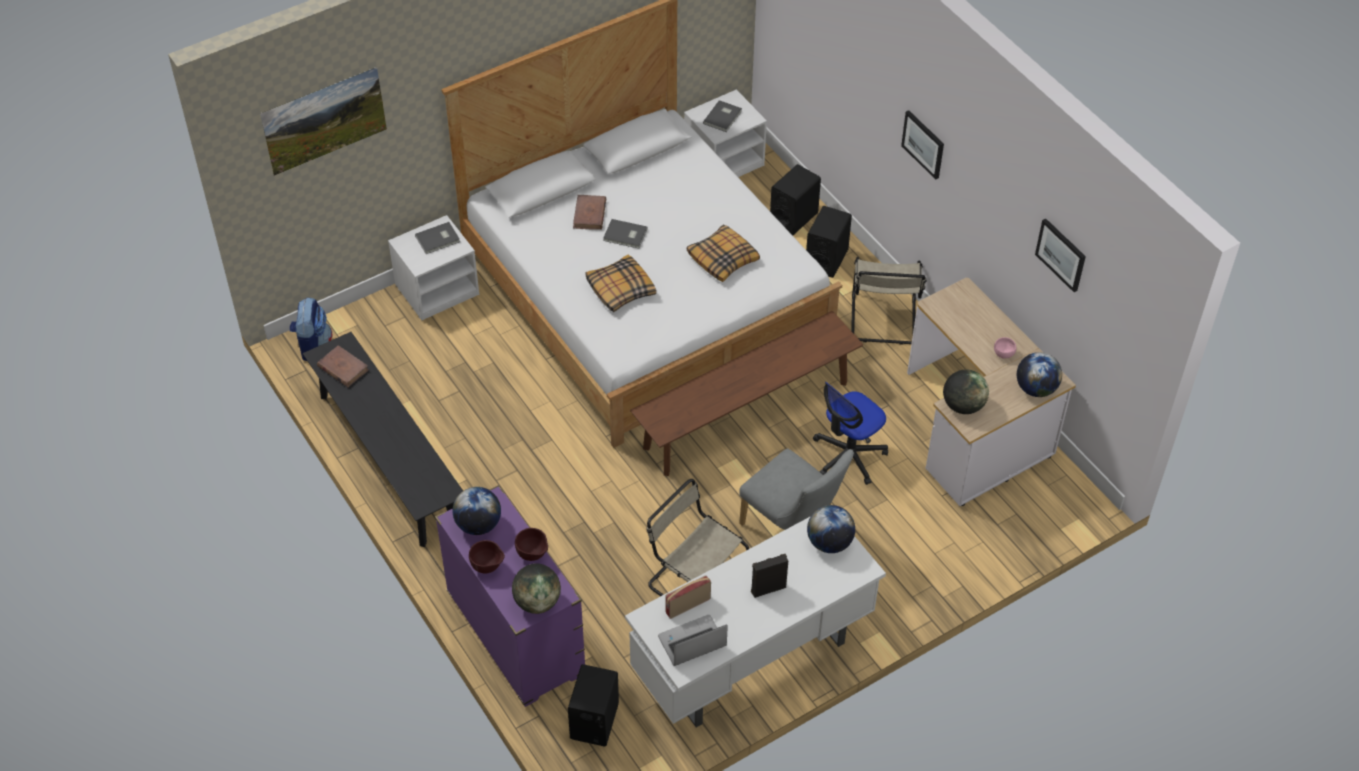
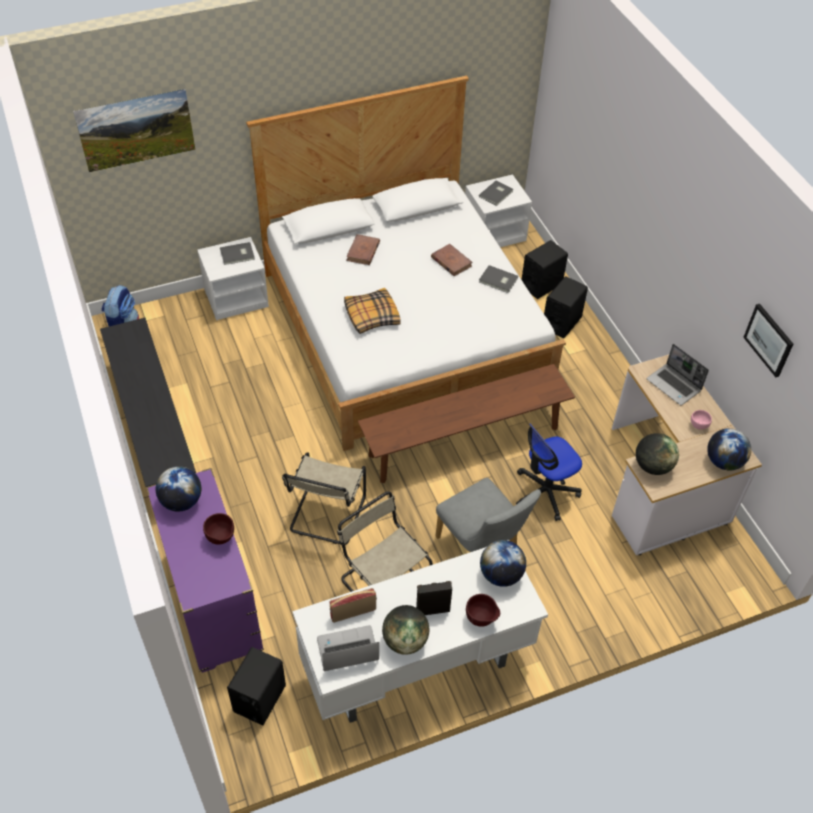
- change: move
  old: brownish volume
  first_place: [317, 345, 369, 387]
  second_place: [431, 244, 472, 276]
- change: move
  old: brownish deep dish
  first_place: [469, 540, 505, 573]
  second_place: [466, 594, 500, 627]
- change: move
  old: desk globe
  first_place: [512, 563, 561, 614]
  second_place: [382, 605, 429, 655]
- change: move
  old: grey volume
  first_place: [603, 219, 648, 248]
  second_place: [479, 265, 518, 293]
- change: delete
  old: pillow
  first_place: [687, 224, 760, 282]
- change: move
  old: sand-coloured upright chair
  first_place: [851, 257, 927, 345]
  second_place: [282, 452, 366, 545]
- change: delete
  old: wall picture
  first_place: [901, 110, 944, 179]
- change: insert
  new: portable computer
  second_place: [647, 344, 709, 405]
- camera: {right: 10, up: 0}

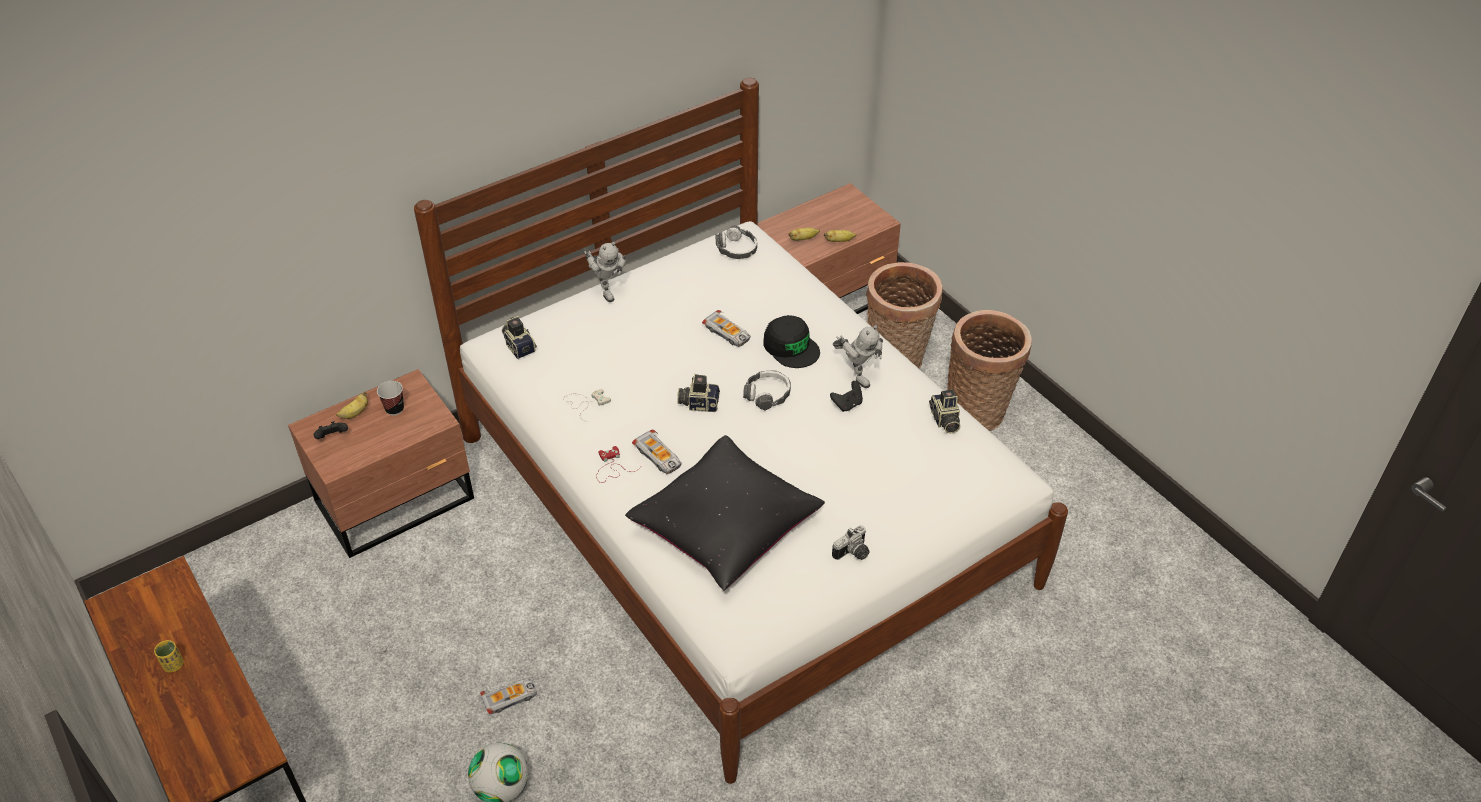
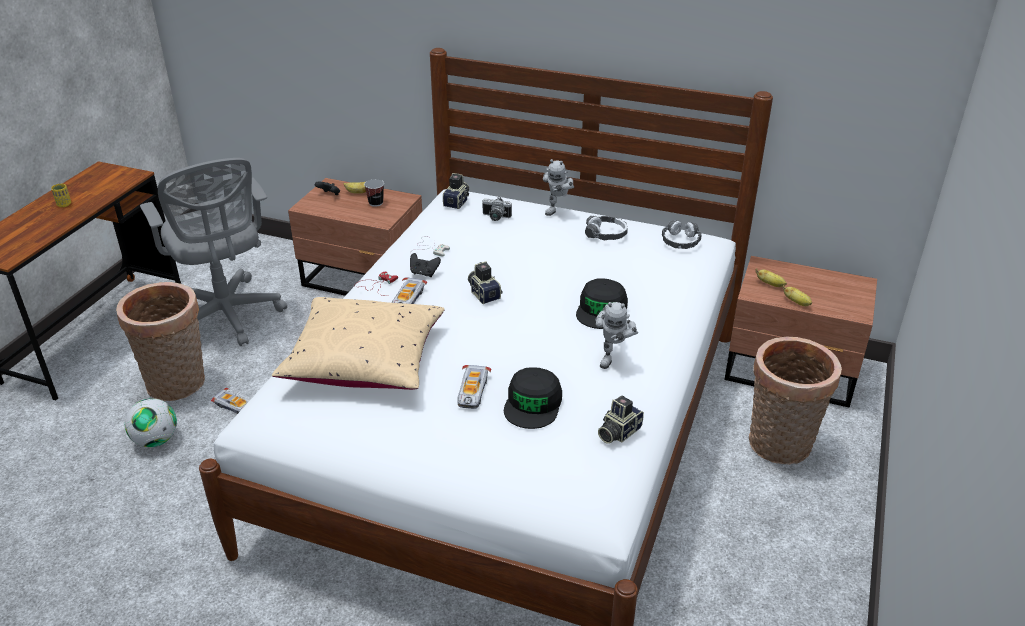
- change: recolor
  old: blackish pillow
  new: sand-coloured pillow
  first_place: [625, 435, 825, 591]
  second_place: [272, 297, 445, 390]
- change: move
  old: toy car
  first_place: [702, 310, 750, 347]
  second_place: [457, 365, 491, 409]
- change: move
  old: headset
  first_place: [743, 370, 791, 411]
  second_place: [585, 216, 628, 240]
- change: move
  old: blackish joypad
  first_place: [830, 381, 863, 412]
  second_place: [410, 253, 441, 277]
- change: move
  old: photo camera
  first_place: [832, 525, 870, 560]
  second_place: [483, 196, 512, 221]
- change: move
  old: storage basket
  first_place: [947, 310, 1032, 431]
  second_place: [116, 282, 205, 401]
- change: insert
  new: grey office chair
  second_place: [140, 158, 287, 346]
- change: insert
  new: blackish cap
  second_place: [504, 367, 562, 429]
- camera: {right: 55, up: -10}

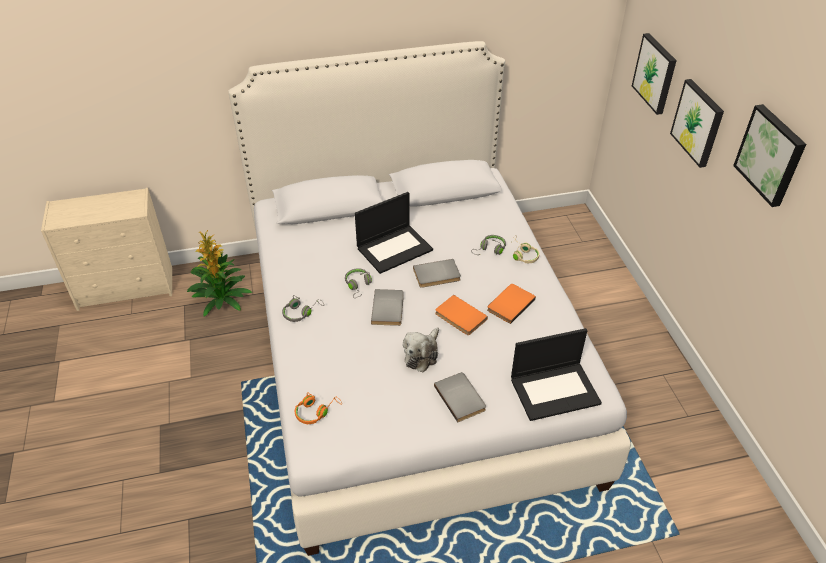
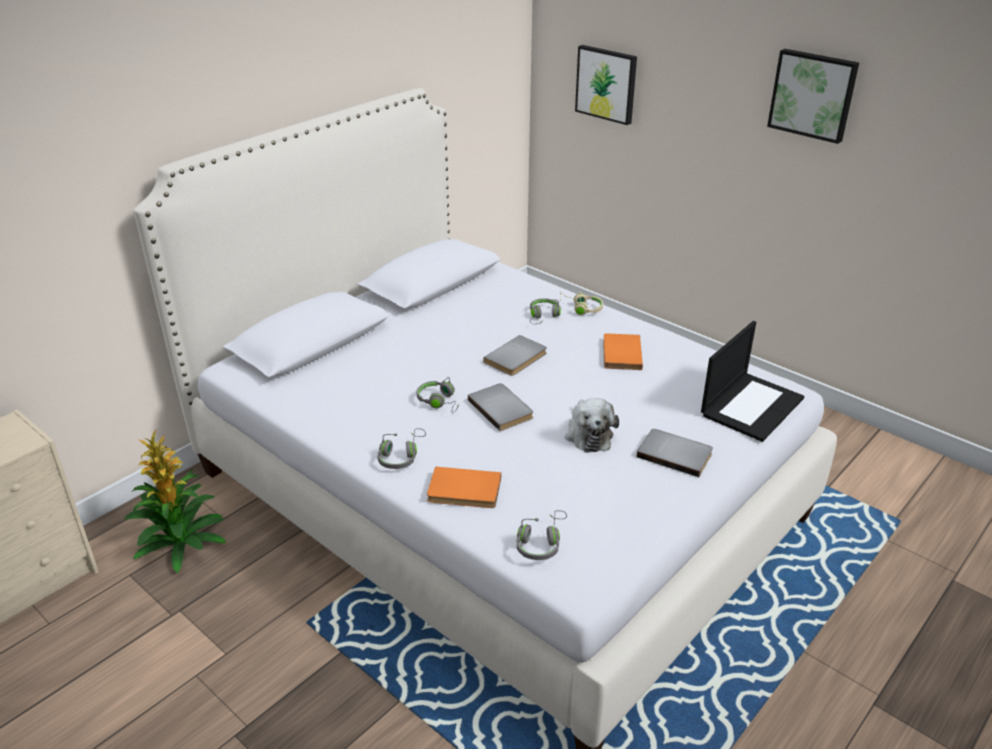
- change: recolor
  old: orangey headset
  new: grey headset
  first_place: [295, 392, 342, 424]
  second_place: [516, 510, 567, 560]
- change: delete
  old: portable computer
  first_place: [355, 192, 433, 274]
- change: move
  old: orangey volume
  first_place: [435, 295, 488, 335]
  second_place: [427, 467, 501, 508]
- change: delete
  old: wall picture
  first_place: [670, 79, 724, 168]
- camera: {right: -35, up: -10}

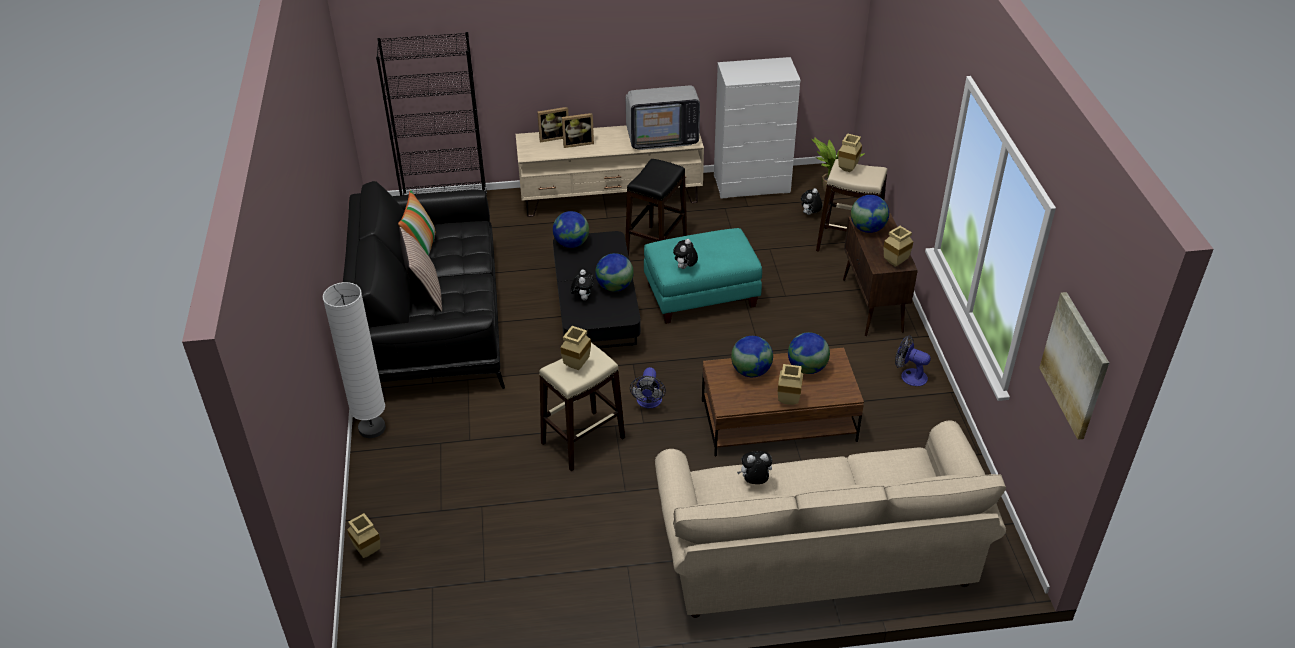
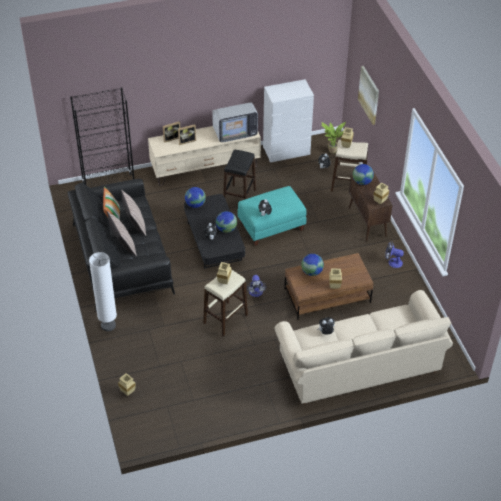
- change: delete
  old: desk globe
  first_place: [788, 332, 830, 374]
- change: move
  old: wall picture
  first_place: [1039, 292, 1109, 440]
  second_place: [358, 66, 379, 125]
- change: insert
  new: pillow
  second_place: [121, 190, 146, 236]
- camera: {right: -10, up: 5}

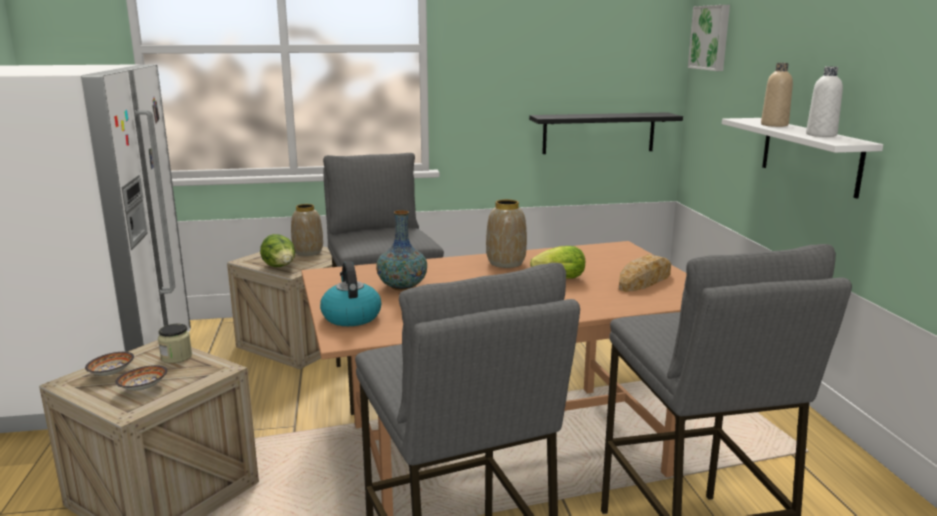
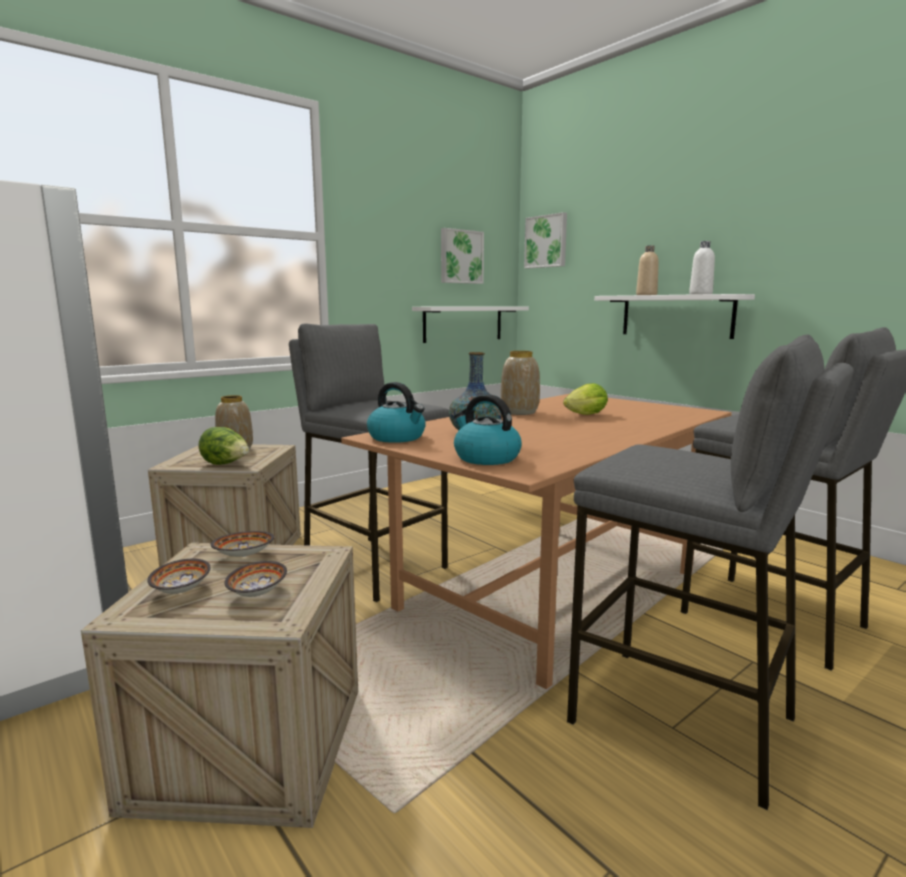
- change: replace
  old: preserve jar
  new: deep dish
  first_place: [158, 324, 192, 363]
  second_place: [210, 531, 274, 557]
- change: recolor
  old: blackish bracket shelf
  new: whitish bracket shelf
  first_place: [529, 112, 683, 154]
  second_place: [412, 306, 529, 343]
- change: delete
  old: bakery bread
  first_place: [619, 254, 671, 292]
- change: insert
  new: water kettle
  second_place: [367, 382, 426, 443]
- change: insert
  new: wall picture
  second_place: [441, 228, 484, 284]
- camera: {right: -30, up: -5}

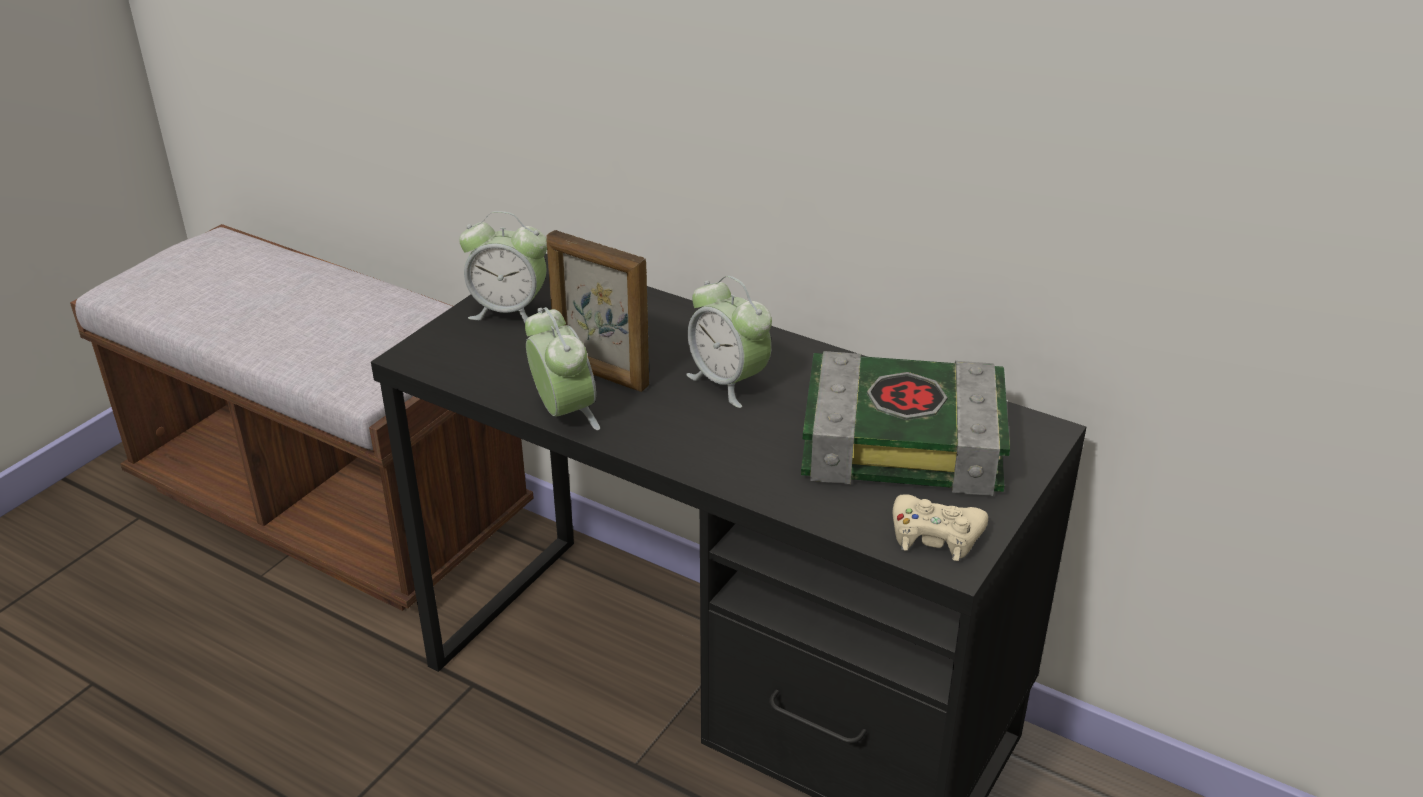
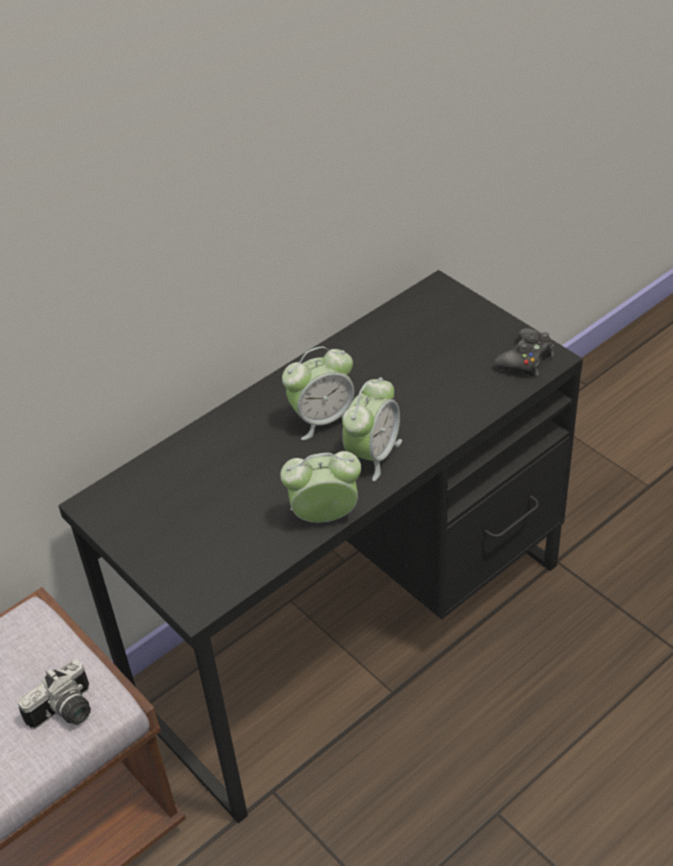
- change: move
  old: table clock
  first_place: [459, 211, 547, 323]
  second_place: [342, 377, 402, 481]
- change: delete
  old: standing frame
  first_place: [546, 230, 649, 392]
- change: delete
  old: volume
  first_place: [801, 351, 1010, 496]
- change: recolor
  old: sand-coloured joypad
  new: blackish joypad
  first_place: [893, 494, 988, 561]
  second_place: [494, 328, 554, 376]
- change: insert
  new: photo camera
  second_place: [18, 660, 91, 729]
- camera: {right: -70, up: 10}

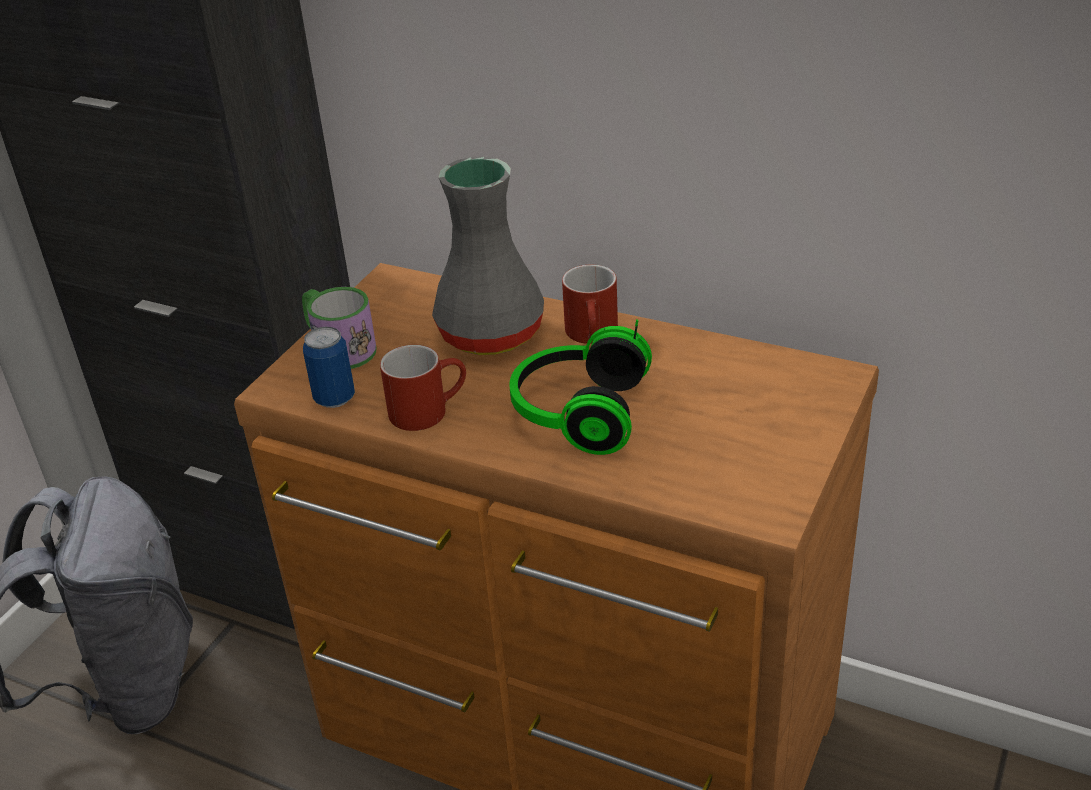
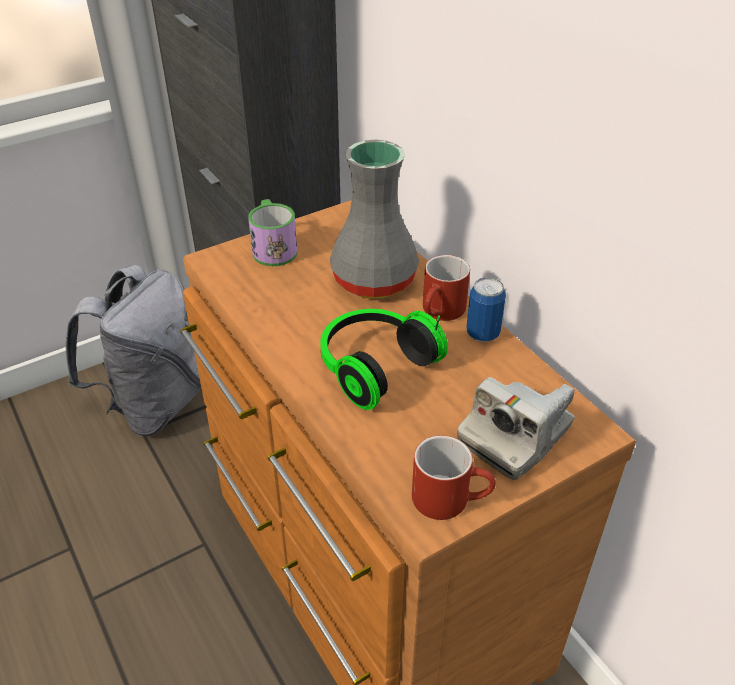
- change: move
  old: metal can
  first_place: [303, 327, 355, 408]
  second_place: [466, 277, 506, 342]
- change: move
  old: red mug
  first_place: [380, 345, 466, 431]
  second_place: [412, 435, 496, 520]
- change: insert
  new: photo camera
  second_place: [457, 377, 575, 480]
- camera: {right: 30, up: 5}

